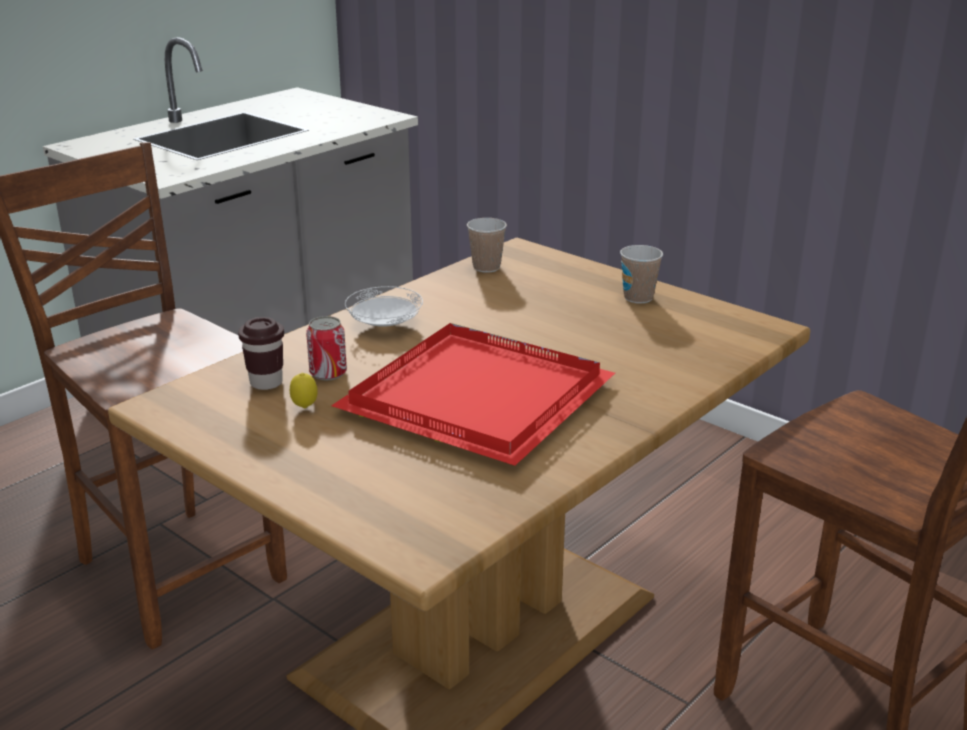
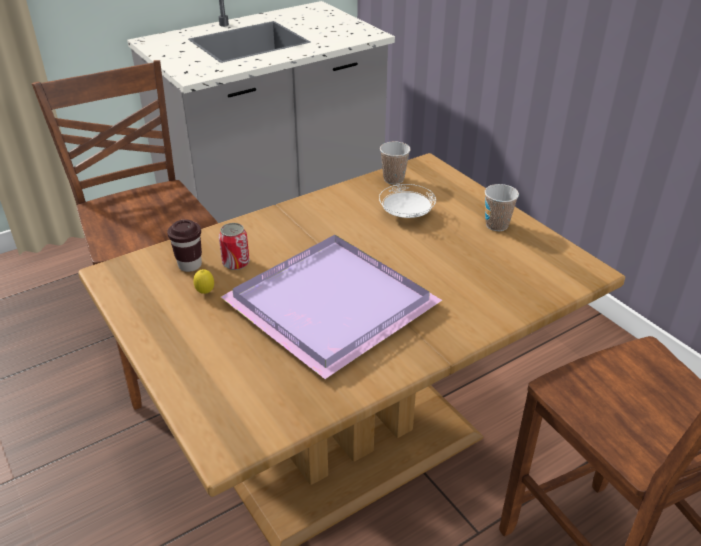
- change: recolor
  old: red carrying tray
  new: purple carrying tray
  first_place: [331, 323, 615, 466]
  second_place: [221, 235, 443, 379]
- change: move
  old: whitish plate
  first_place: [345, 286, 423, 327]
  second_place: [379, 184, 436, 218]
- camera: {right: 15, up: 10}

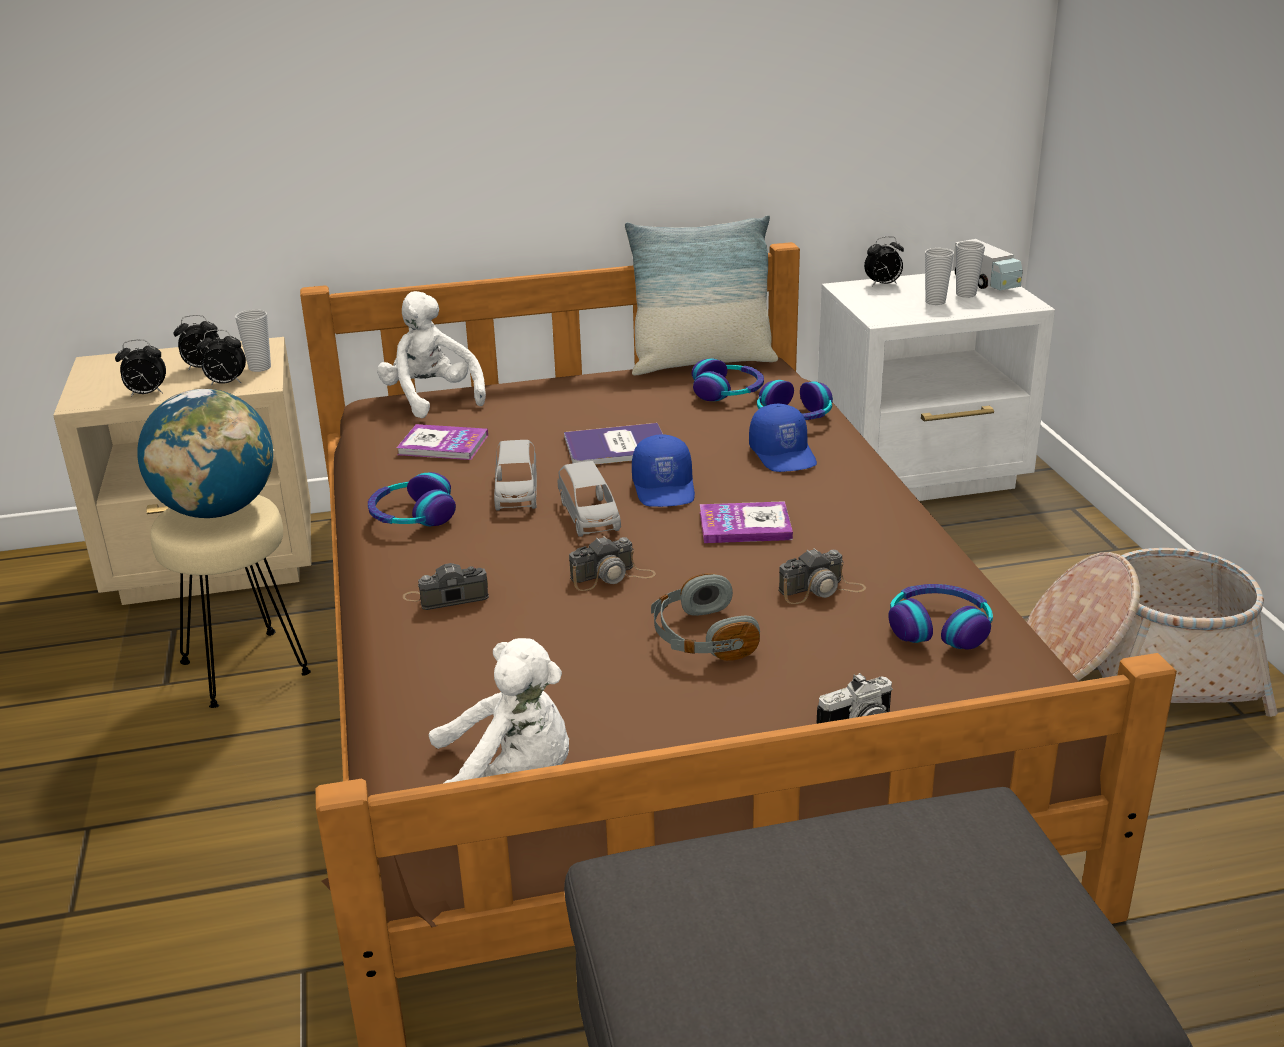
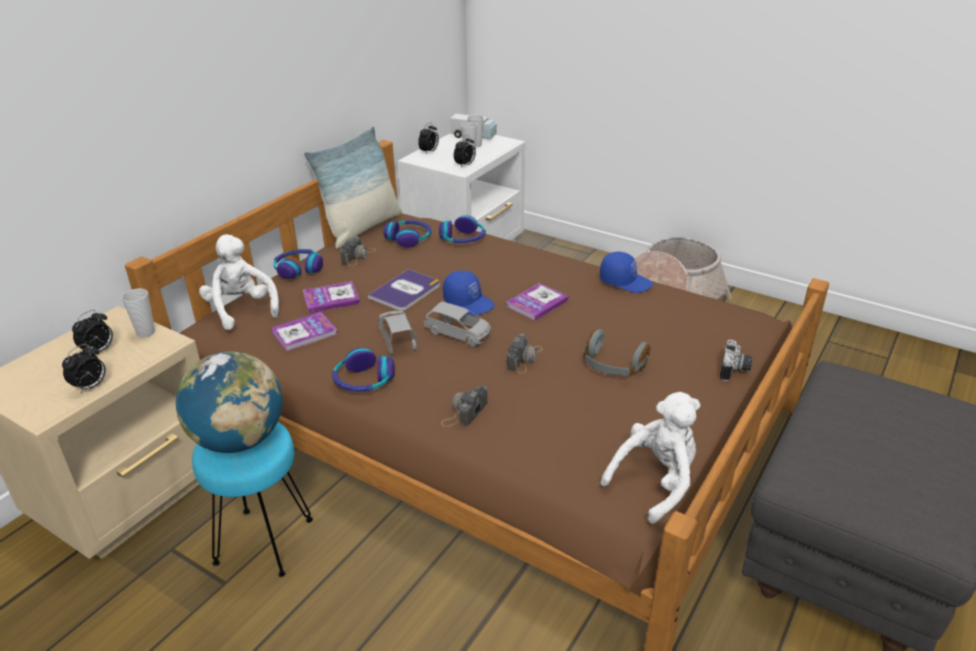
- change: recolor
  old: sand-coloured stool seat
  new: blue-green stool seat
  first_place: [150, 495, 311, 708]
  second_place: [192, 422, 313, 577]
- change: move
  old: table clock
  first_place: [196, 330, 246, 386]
  second_place: [454, 135, 476, 168]
- change: rotate
  old: whitish plush toy
  first_place: [377, 291, 486, 418]
  second_place: [199, 234, 279, 330]
  degrees: 45
- change: rotate
  old: grey toy car
  first_place: [494, 440, 537, 511]
  second_place: [378, 311, 418, 355]
  degrees: -150
- change: move
  old: blue-coloured cap
  first_place: [749, 404, 817, 472]
  second_place: [600, 252, 653, 293]
- change: move
  old: photo camera
  first_place: [779, 548, 866, 604]
  second_place: [340, 236, 376, 266]
- change: move
  old: headset
  first_place: [888, 584, 993, 650]
  second_place: [273, 249, 323, 279]
- change: insert
  new: volume
  second_place: [303, 281, 360, 313]
- camera: {right: -45, up: 5}

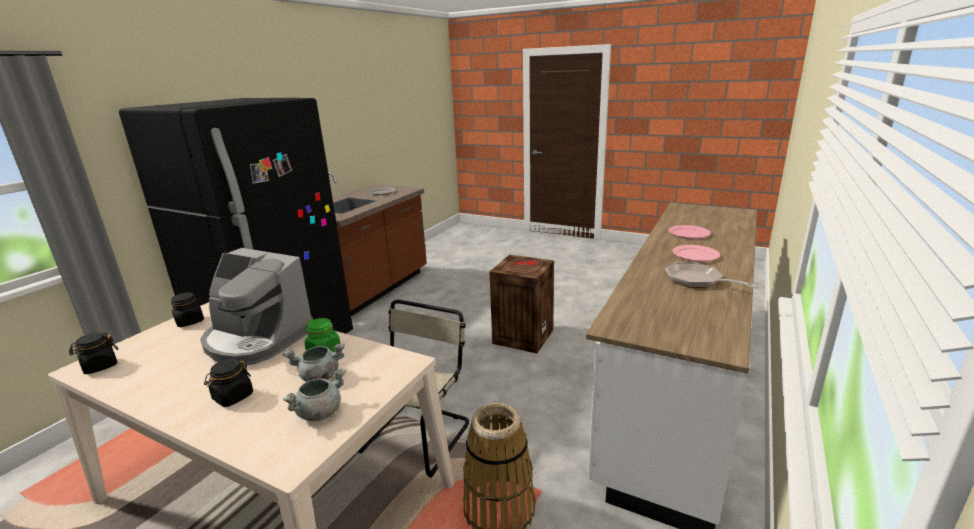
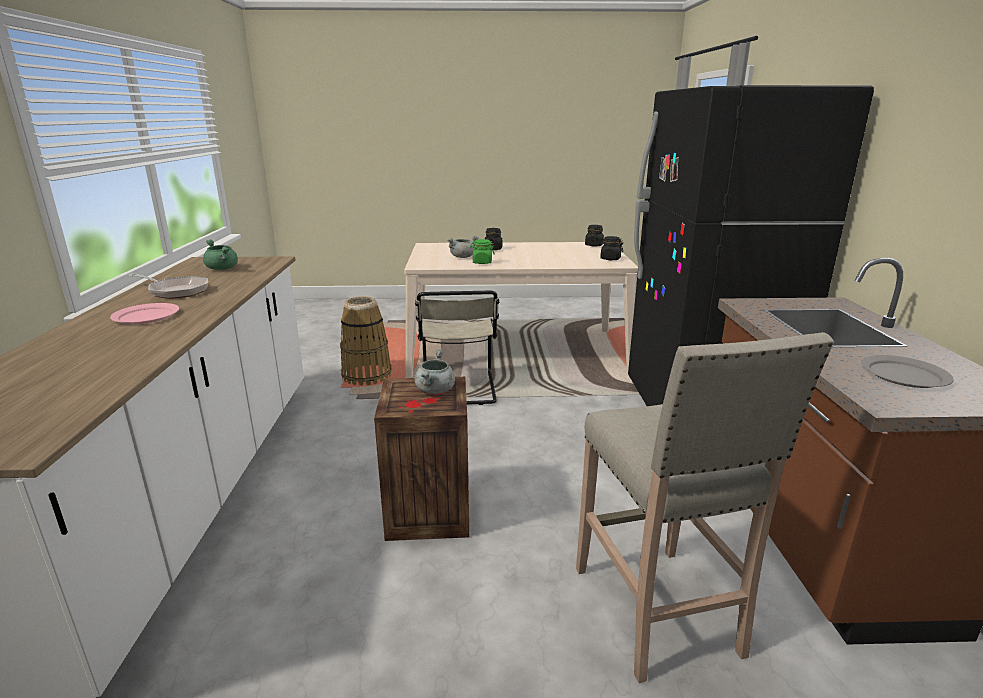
- change: delete
  old: coffee brewer
  first_place: [200, 248, 313, 366]
- change: move
  old: grey stockpot
  first_place: [283, 368, 346, 421]
  second_place: [414, 349, 455, 394]
- change: delete
  old: pink plate
  first_place: [668, 225, 711, 239]
- change: insert
  new: green stockpot
  second_place: [203, 240, 238, 270]
- change: insert
  new: sand-coloured stool seat
  second_place: [576, 332, 834, 683]
- camera: {right: 150, up: 0}

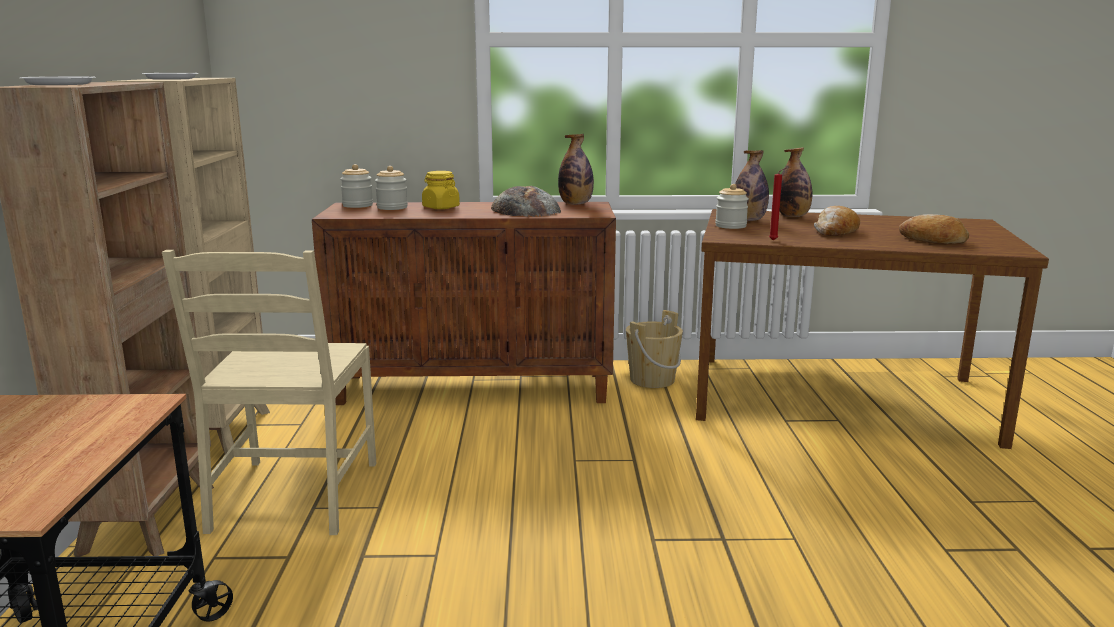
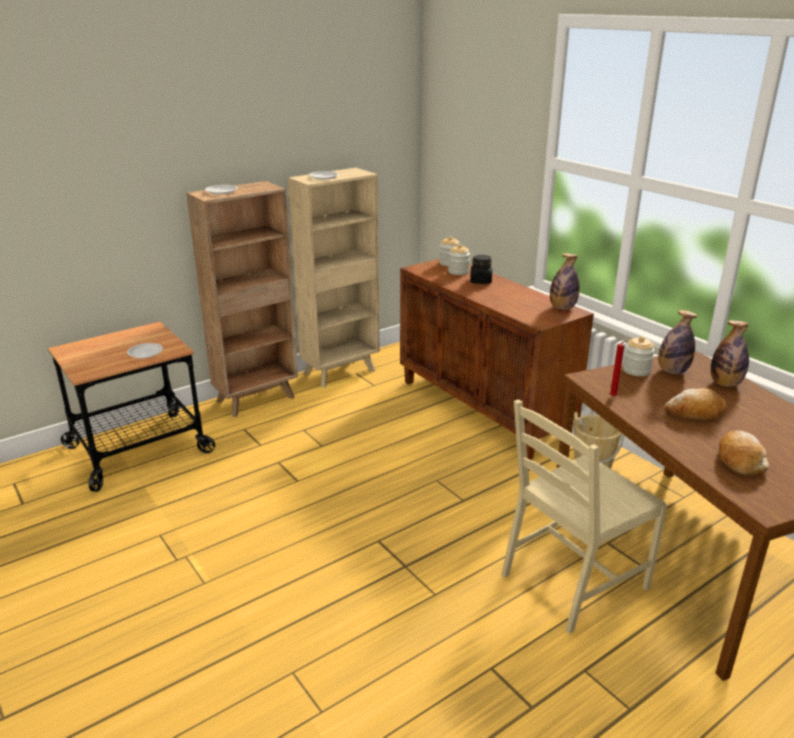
- change: move
  old: sand-coloured upright chair
  first_place: [162, 250, 377, 535]
  second_place: [501, 399, 668, 634]
- change: recolor
  old: yellowish preserve jar
  new: blackish preserve jar
  first_place: [422, 171, 460, 209]
  second_place: [470, 255, 492, 284]
- change: delete
  old: bakery bread
  first_place: [491, 186, 561, 217]
- change: insert
  new: whitish plate
  second_place: [127, 343, 163, 358]
- camera: {right: 55, up: 10}

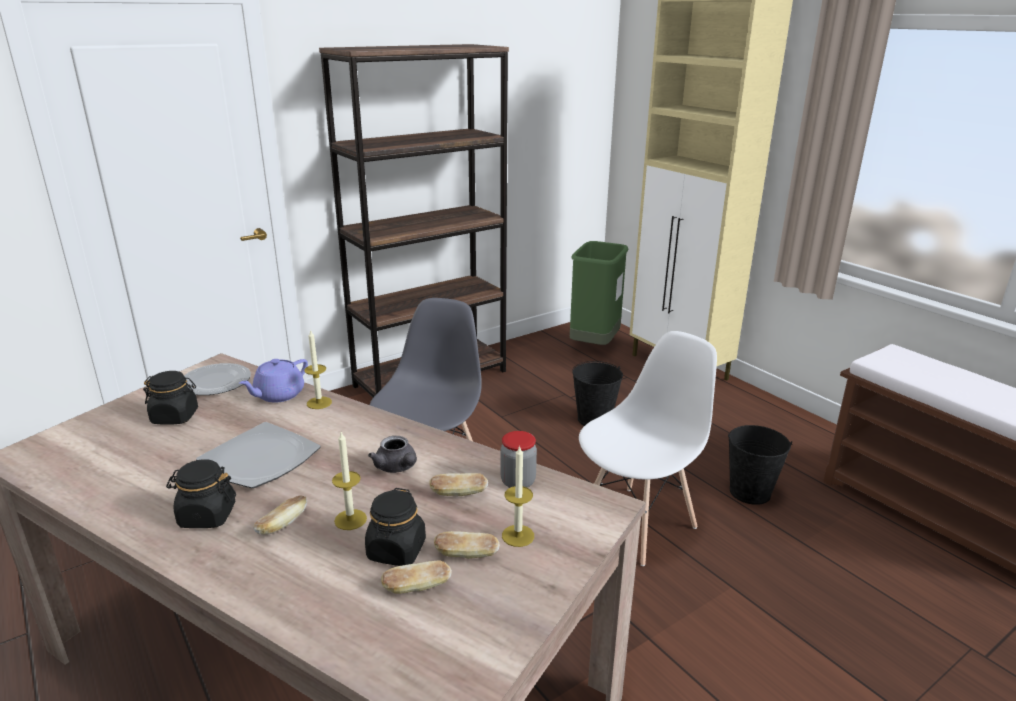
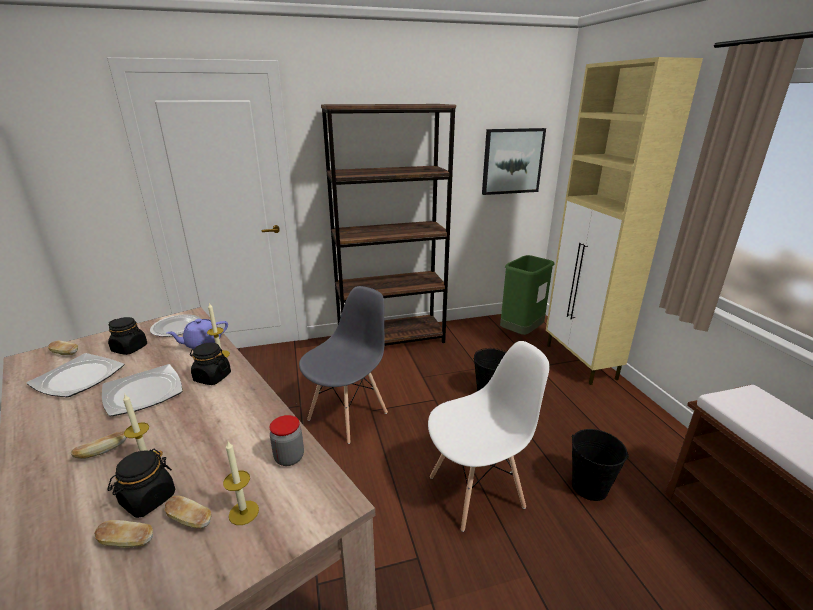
- change: move
  old: blackish preserve jar
  first_place: [166, 459, 236, 528]
  second_place: [190, 343, 231, 385]
- change: delete
  old: grey pot for tea
  first_place: [368, 436, 417, 473]
- change: move
  old: bakery bread
  first_place: [429, 473, 488, 496]
  second_place: [48, 341, 78, 355]
- change: insert
  new: plate
  second_place: [27, 353, 124, 397]
- change: insert
  new: wall picture
  second_place: [482, 128, 546, 195]
- camera: {right: 20, up: 0}

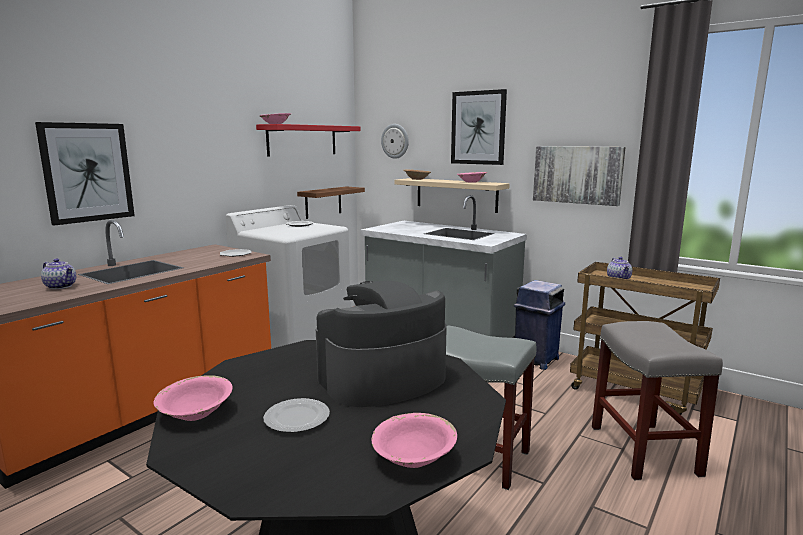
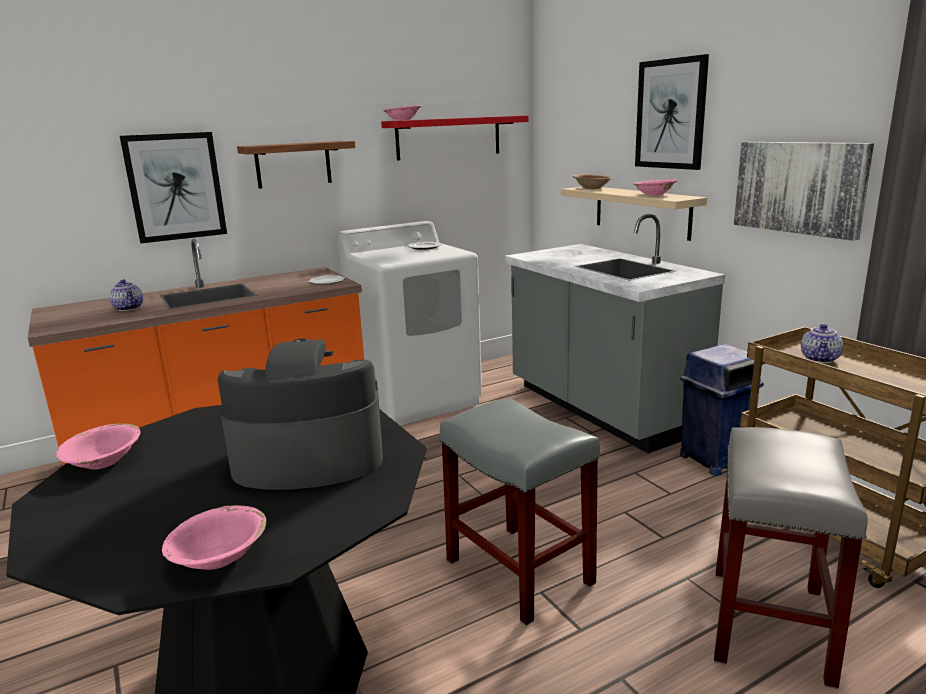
- change: delete
  old: plate
  first_place: [263, 398, 330, 433]
- change: move
  old: bracket shelf
  first_place: [297, 186, 365, 219]
  second_place: [237, 141, 355, 189]
- change: delete
  old: hanging clock
  first_place: [381, 124, 409, 159]
- camera: {right: 25, up: 5}

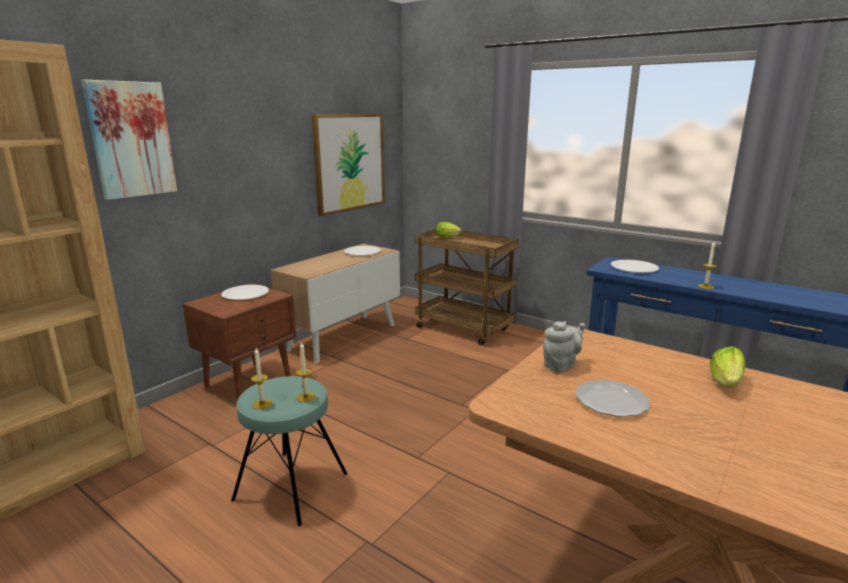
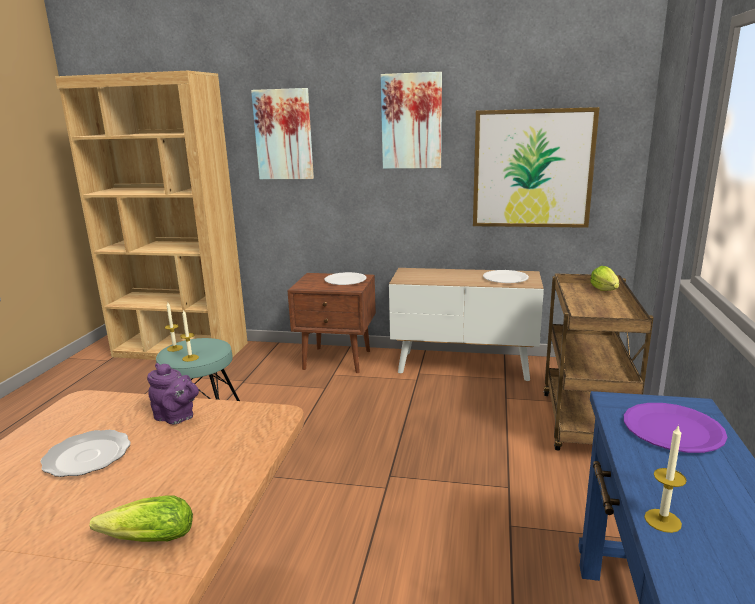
- change: recolor
  old: grey pot for tea
  new: purple pot for tea
  first_place: [543, 321, 585, 372]
  second_place: [147, 363, 199, 424]
- change: recolor
  old: whitish plate
  new: purple plate
  first_place: [611, 260, 659, 273]
  second_place: [624, 403, 727, 453]
- change: insert
  new: wall picture
  second_place: [380, 72, 442, 169]
- camera: {right: 65, up: 0}

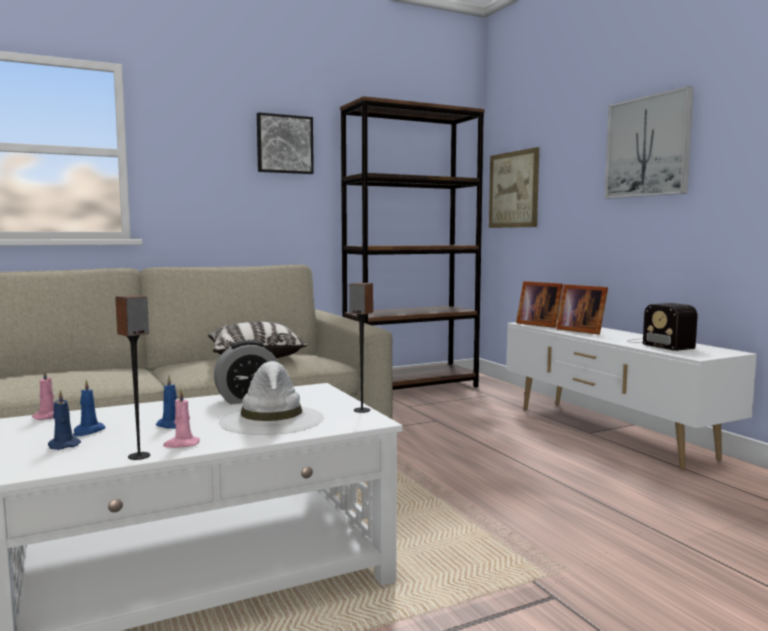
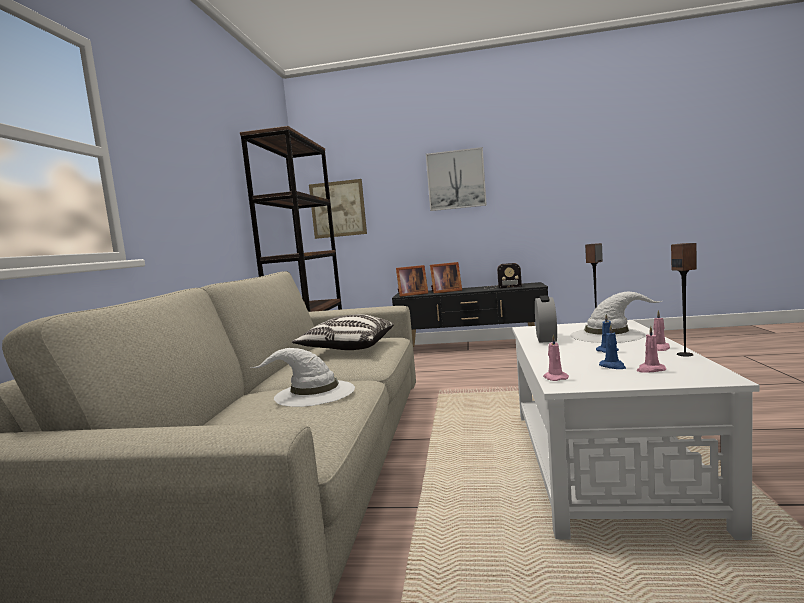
- change: recolor
  old: blue-coloured wax light
  new: pink wax light
  first_place: [48, 390, 81, 450]
  second_place: [637, 326, 666, 373]
- change: delete
  old: wall picture
  first_place: [257, 112, 314, 174]
- change: recolor
  old: whitish media console
  new: blackish media console
  first_place: [506, 320, 757, 469]
  second_place: [392, 282, 548, 347]
- change: insert
  new: whitish wearable hat
  second_place: [251, 348, 355, 407]
- camera: {right: -55, up: 0}

